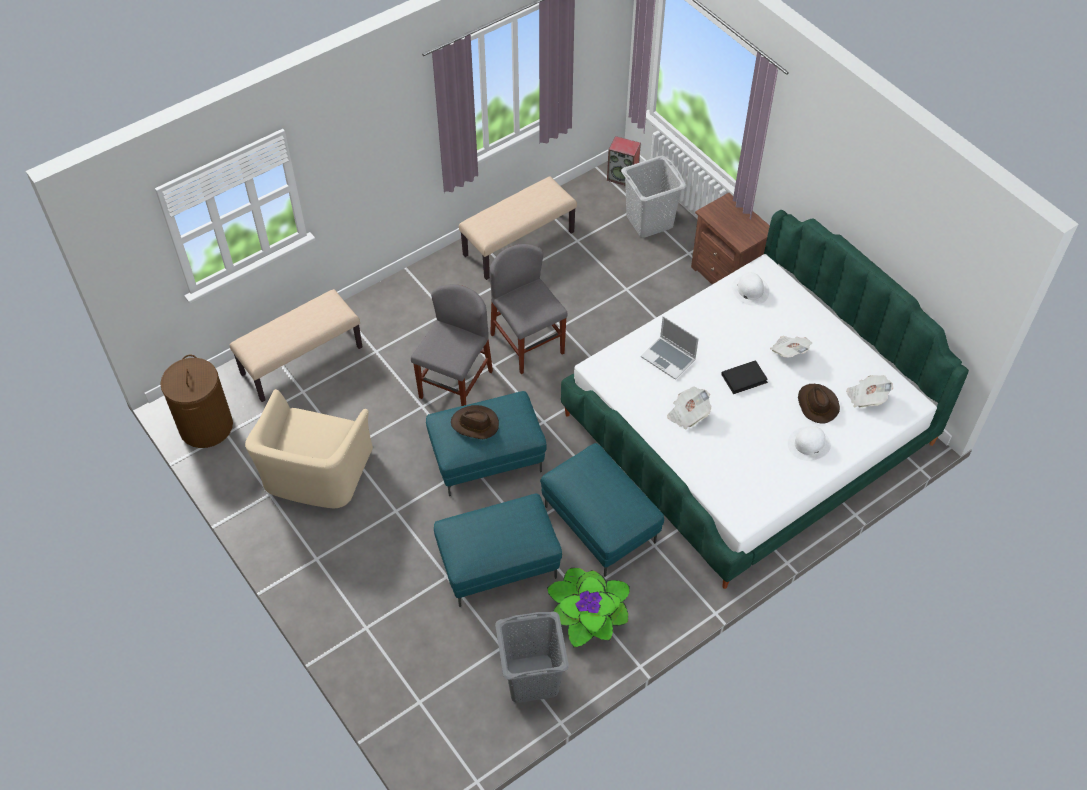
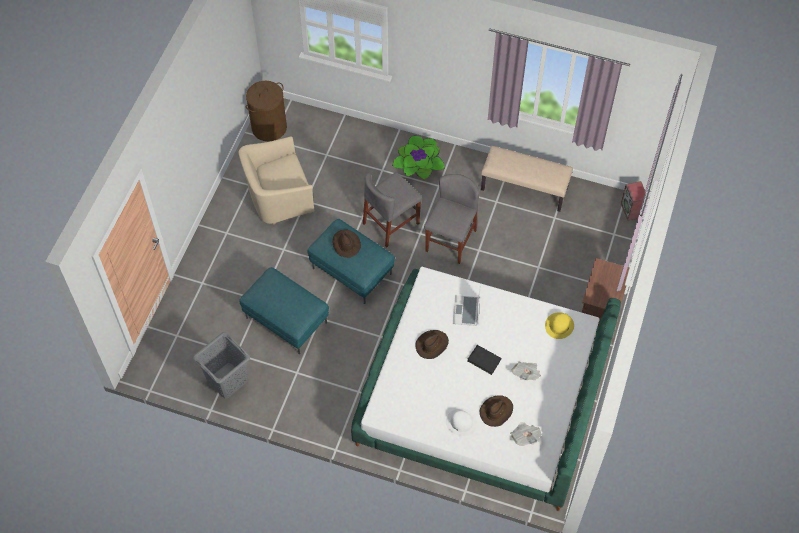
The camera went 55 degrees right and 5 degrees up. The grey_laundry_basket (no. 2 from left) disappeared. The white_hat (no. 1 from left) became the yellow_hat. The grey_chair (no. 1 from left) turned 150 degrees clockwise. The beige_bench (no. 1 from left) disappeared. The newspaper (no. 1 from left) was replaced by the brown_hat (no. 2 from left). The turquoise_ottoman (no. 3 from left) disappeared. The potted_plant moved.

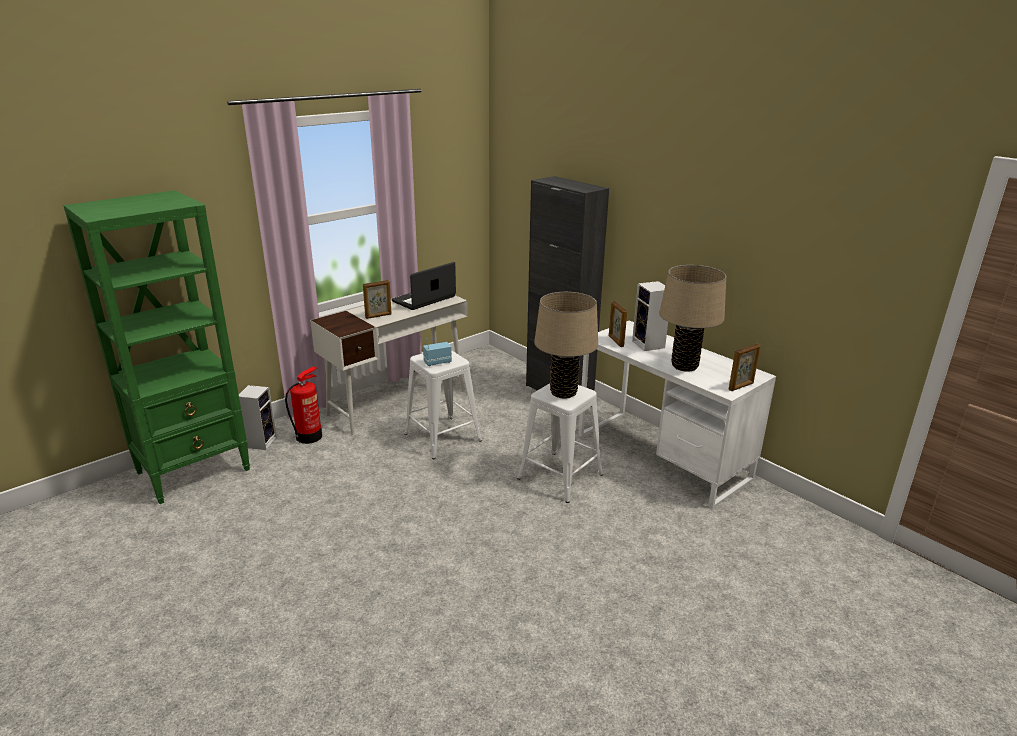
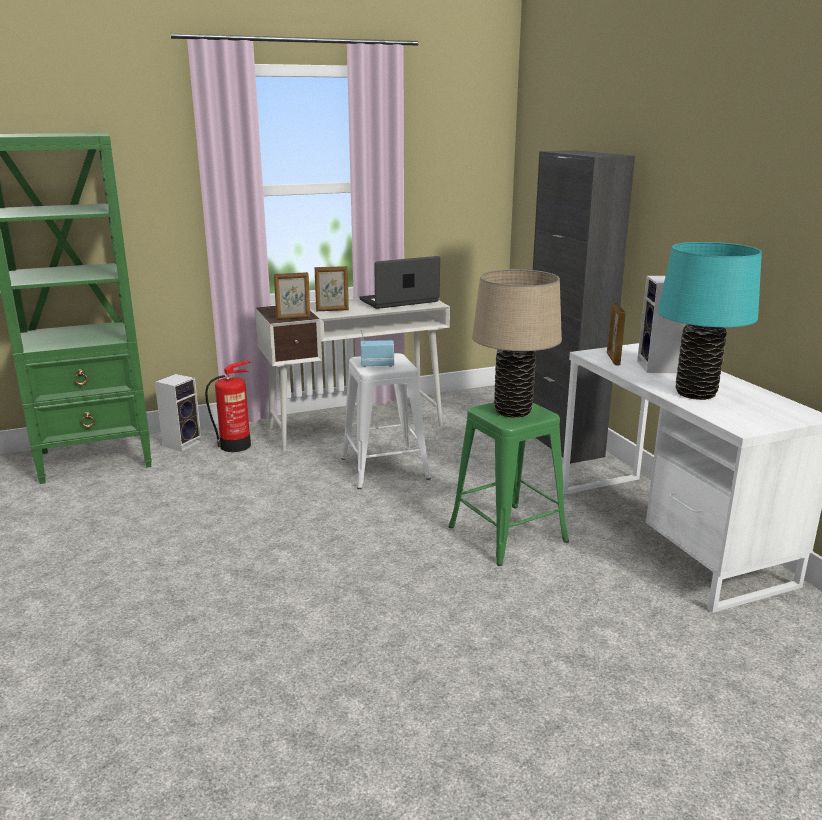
The camera went 20 degrees right and 5 degrees down. The beige_table_lamp (no. 2 from left) became the turquoise_table_lamp. The picture_frame (no. 3 from left in the first image) moved. The white_stool (no. 2 from left) became the green_stool.

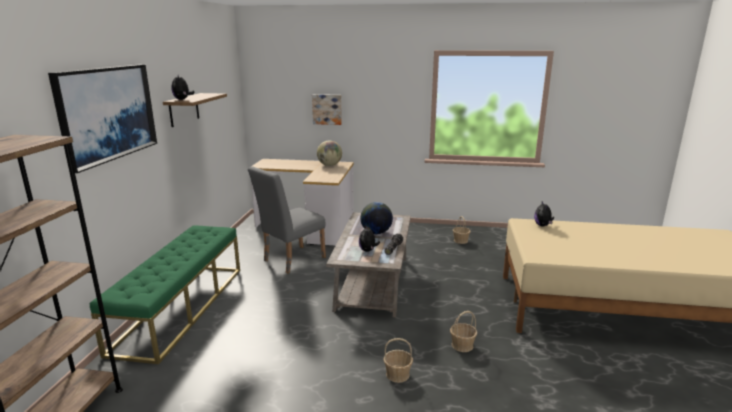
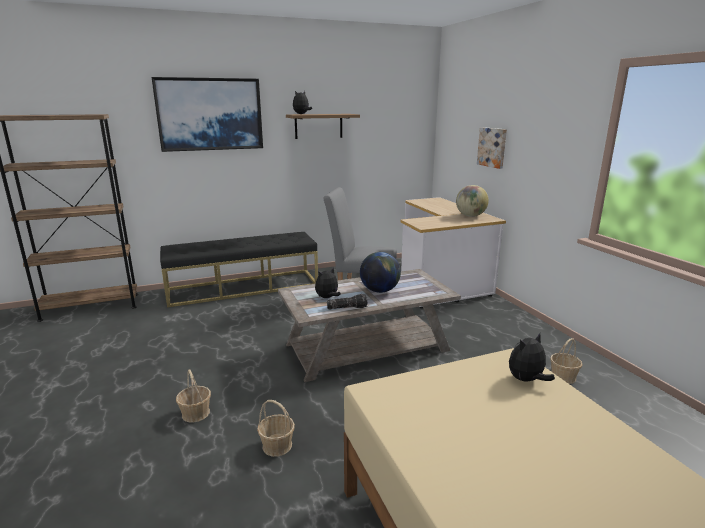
The camera went 60 degrees right and 0 degrees up. The green_bench became the black_bench.

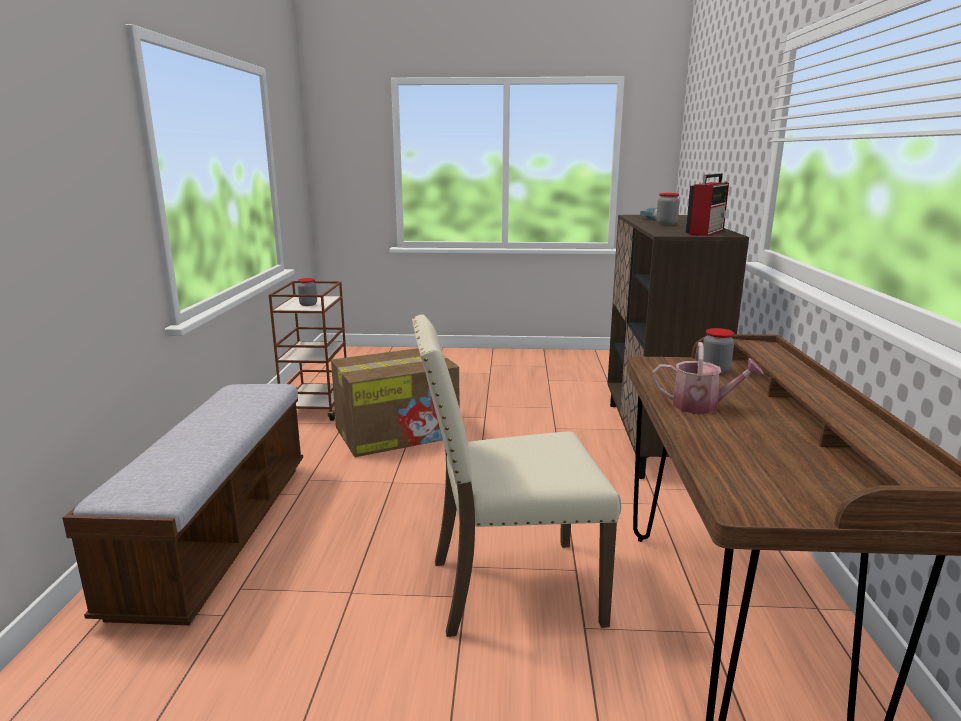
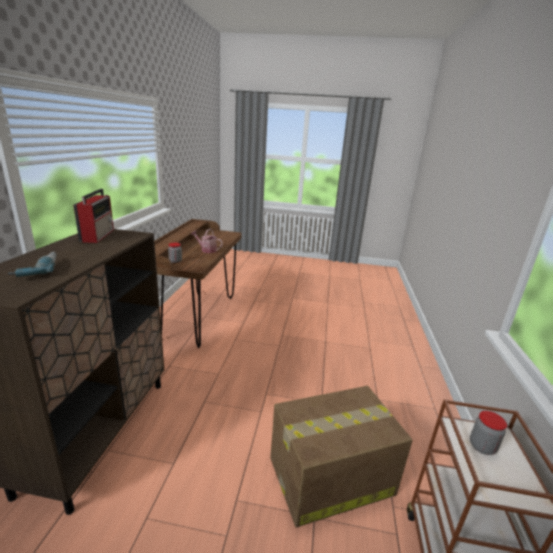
The camera went 175 degrees left and 5 degrees up. The radio turned 135 degrees clockwise. The jar (no. 2 from left) disappeared. The beige_chair disappeared. The bench disappeared.

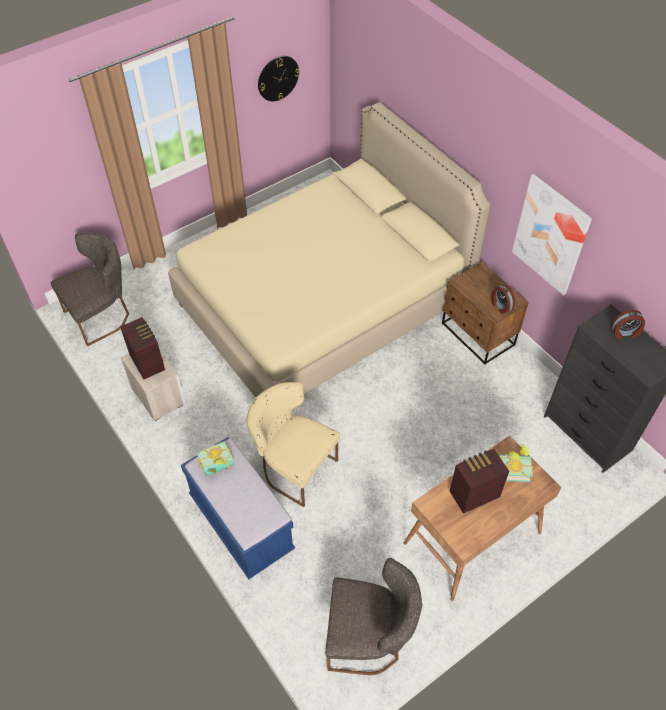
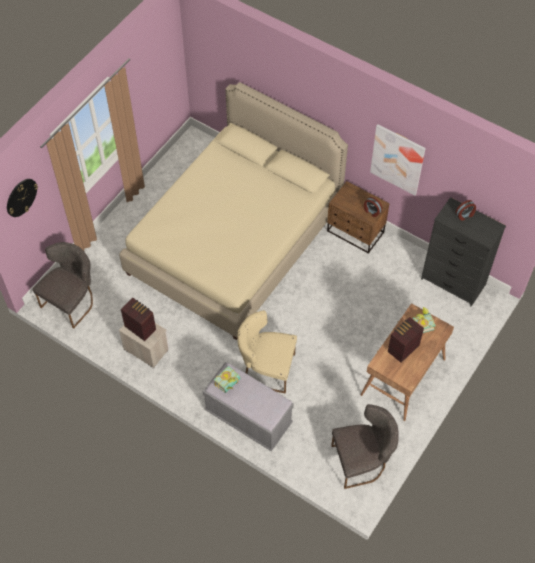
The camera went 20 degrees left and 5 degrees up. The wall_clock moved. The blue_bench became the grey_bench.

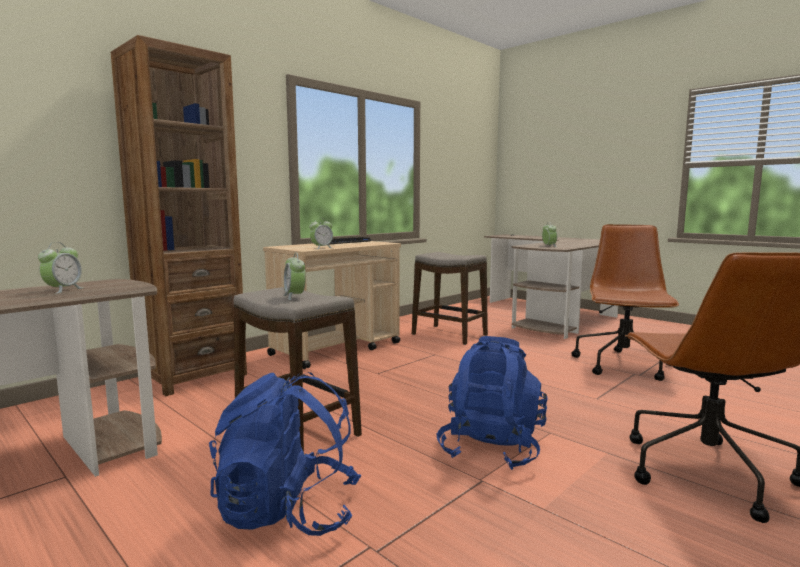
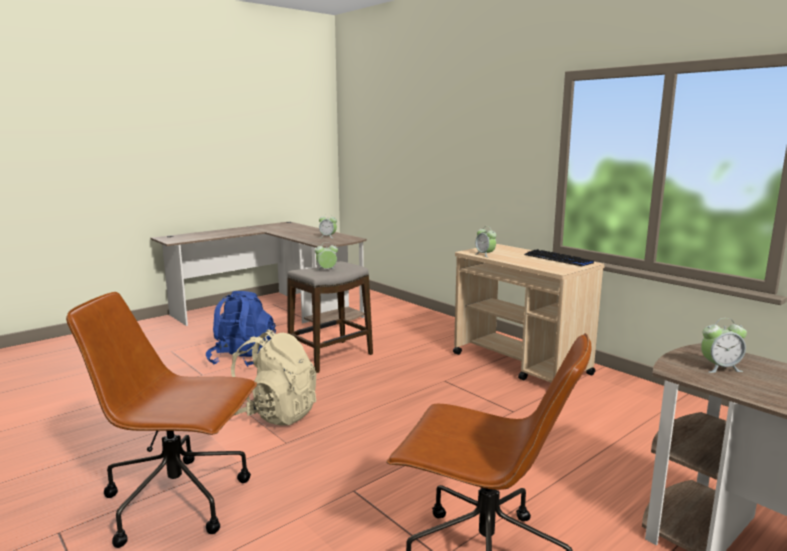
The camera went 95 degrees right and 5 degrees up. The brown_bookcase disappeared. The stool (no. 2 from left) disappeared. The blue_backpack (no. 2 from left) became the beige_backpack.

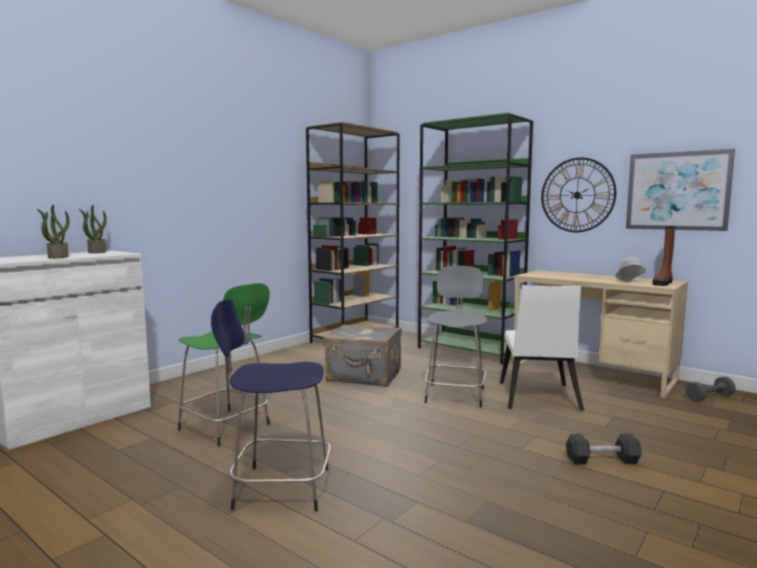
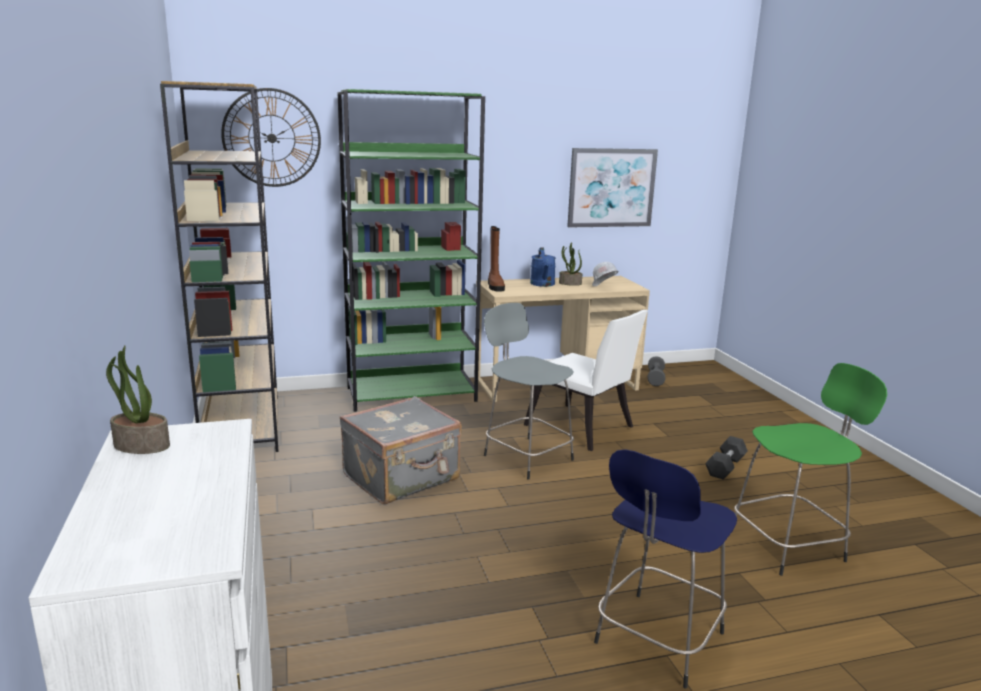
The camera went 55 degrees left and 10 degrees up. The wall_clock moved. The potted_plant (no. 1 from left in the first image) moved. The brown_boot moved. The green_stool moved. The blue_watering_can appeared.

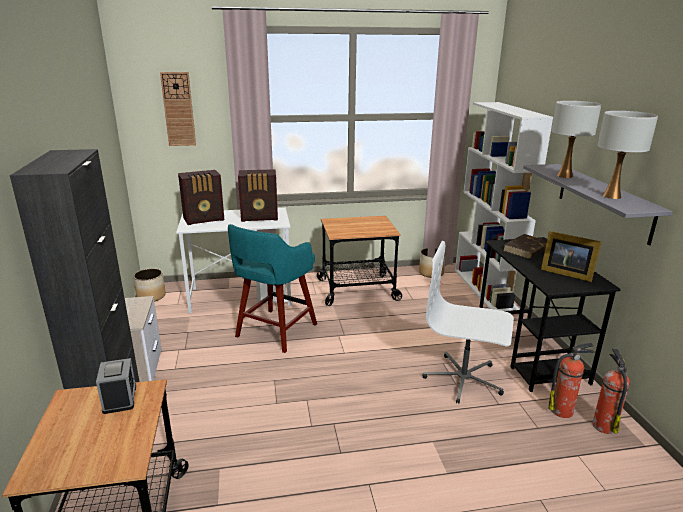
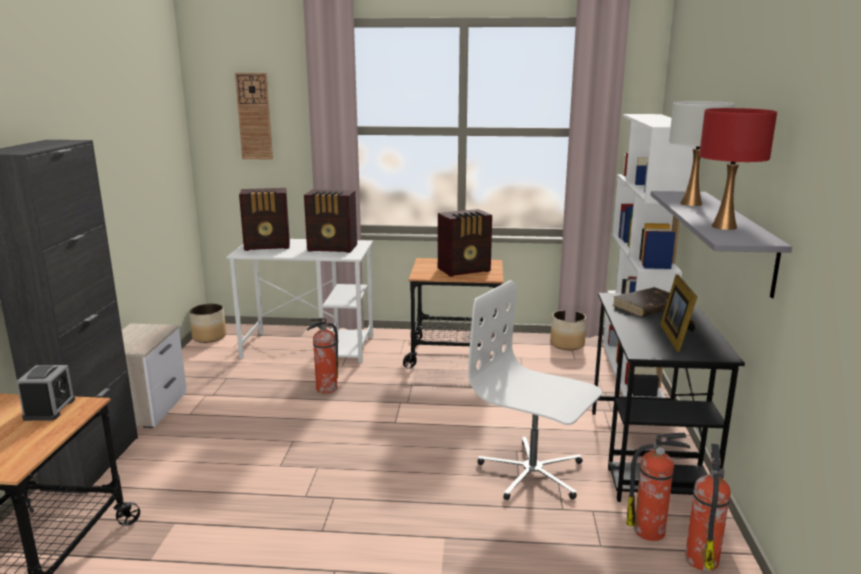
The camera went 15 degrees right and 5 degrees down. The white_table_lamp (no. 2 from left) became the red_table_lamp. The turquoise_stool was replaced by the fire_extinguisher (no. 1 from left). The picture_frame turned 45 degrees clockwise. The radio (no. 3 from left) appeared.

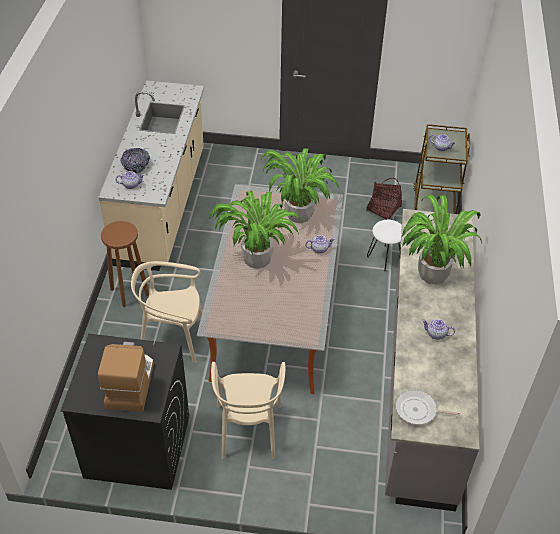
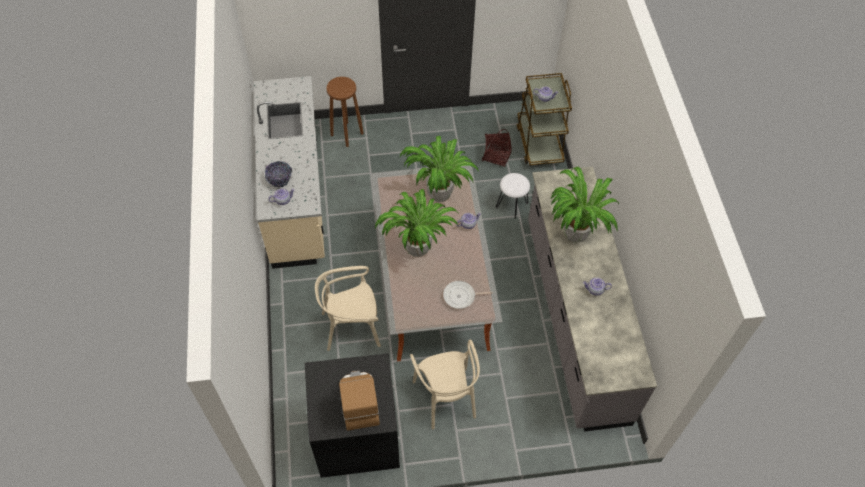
The camera went 15 degrees left and 10 degrees up. The brown_stool moved. The frying_pan moved.

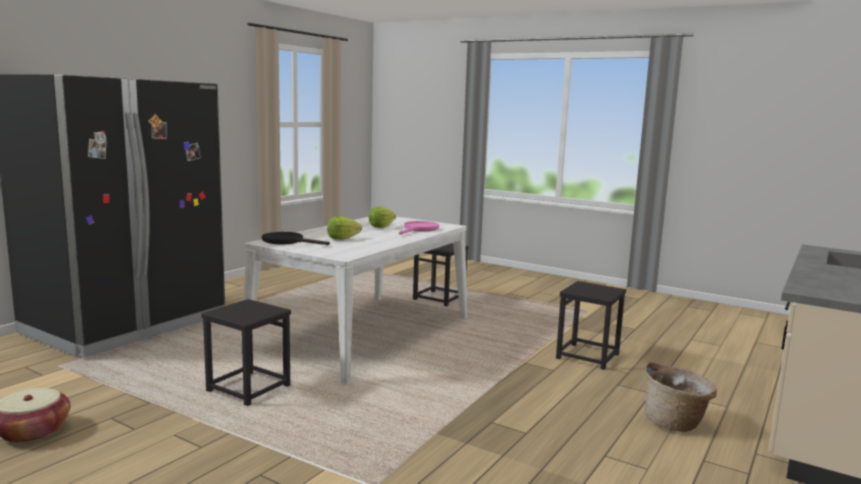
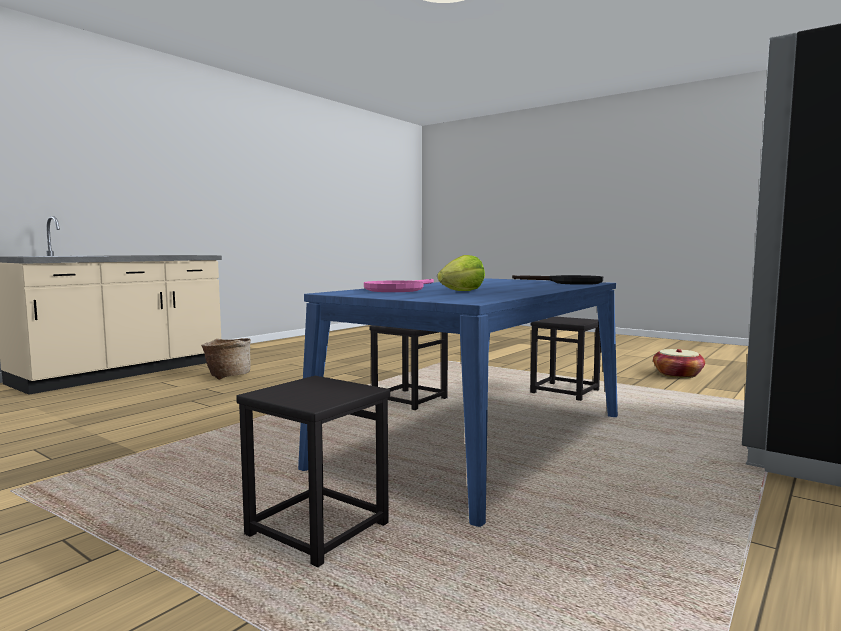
The camera went 175 degrees left and 5 degrees down. The lettuce (no. 1 from left) disappeared. The white_dining_table became the blue_dining_table. The black_stool (no. 3 from left in the first image) moved.

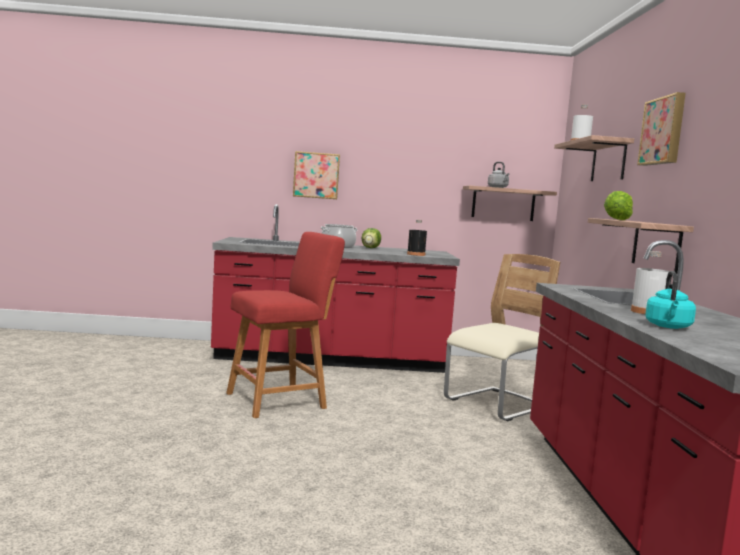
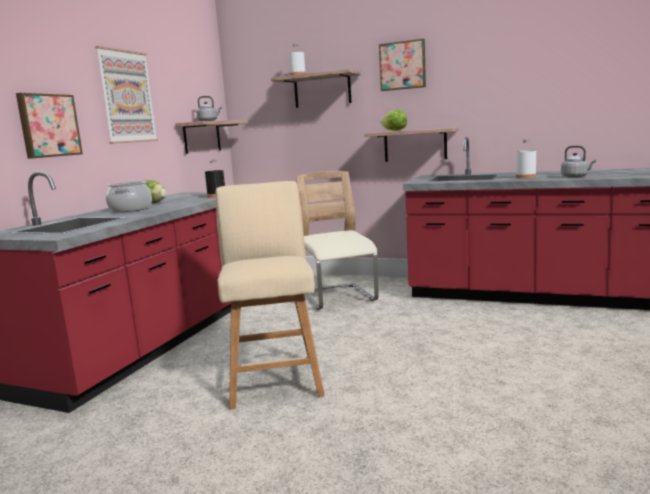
The camera went 65 degrees left and 5 degrees up. The red_stool became the beige_stool. The turquoise_kettle became the grey_kettle (no. 2 from left). The picture (no. 2 from left) appeared.

